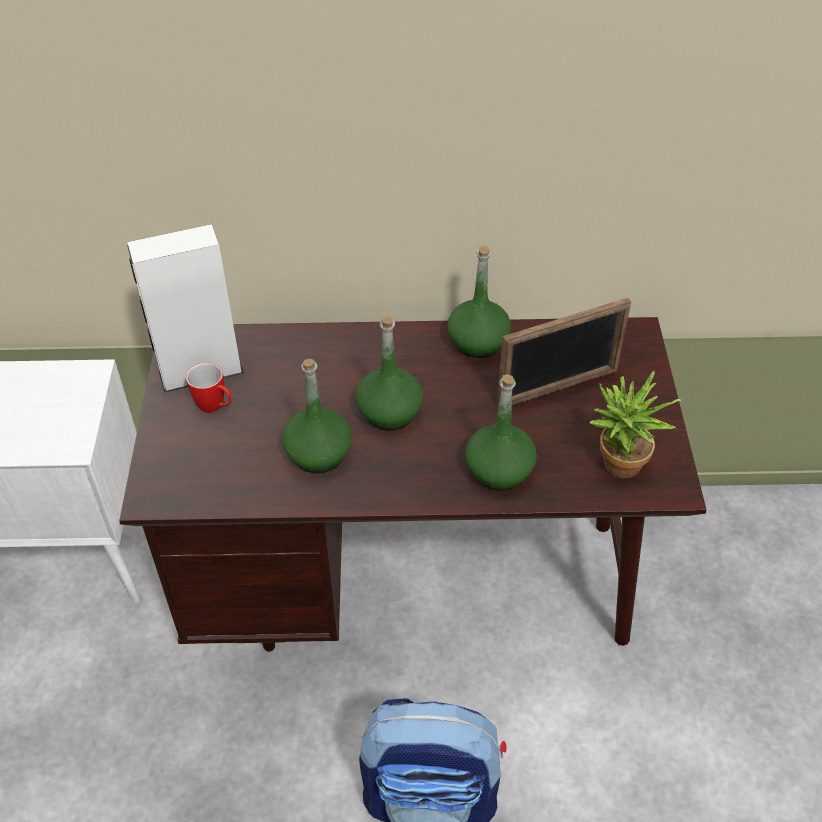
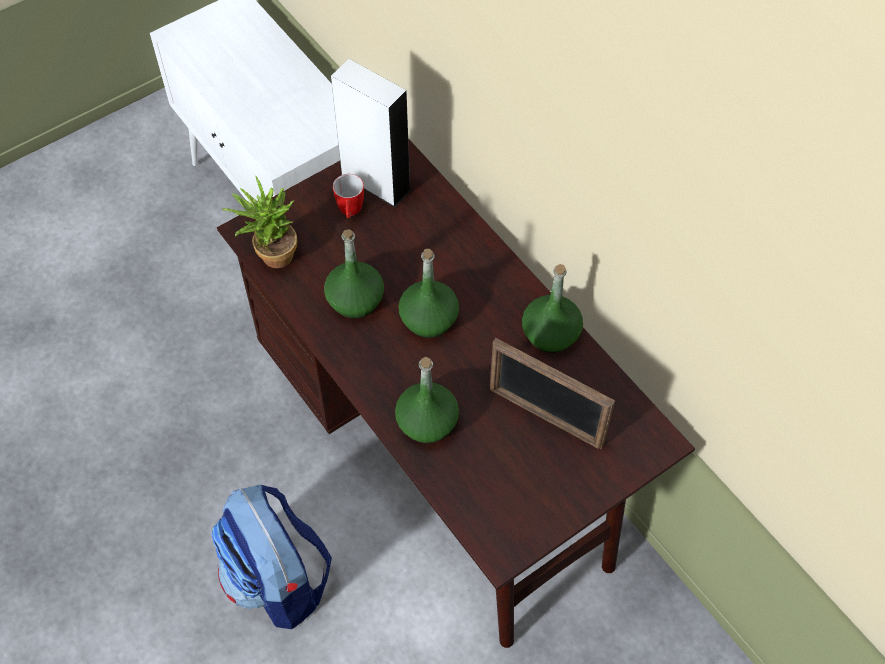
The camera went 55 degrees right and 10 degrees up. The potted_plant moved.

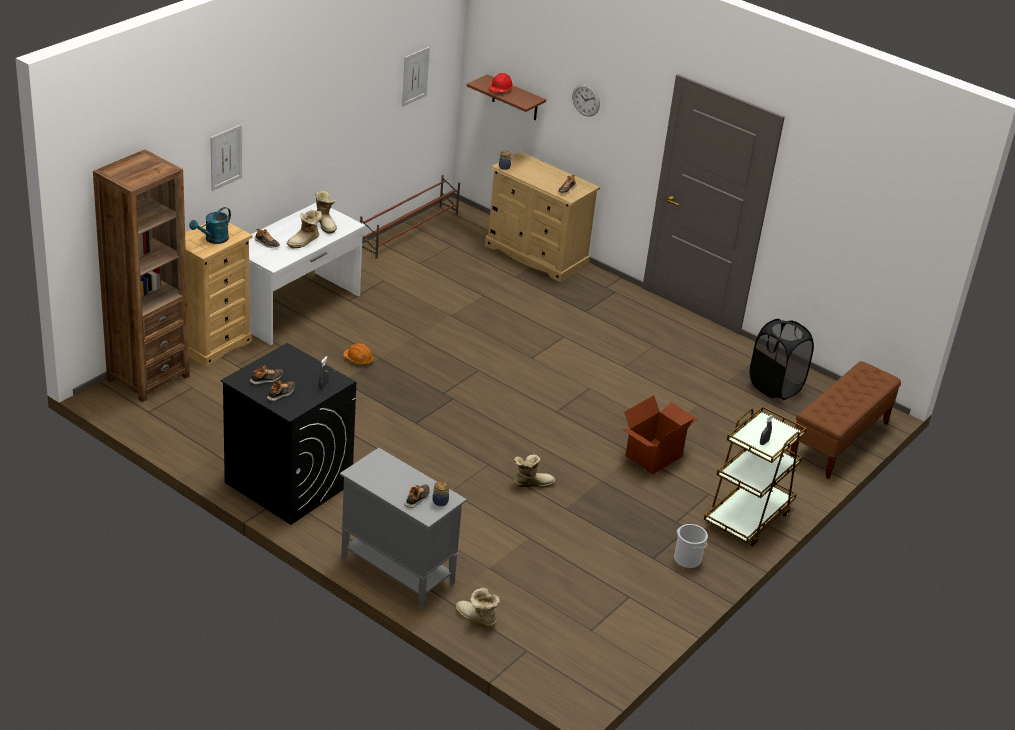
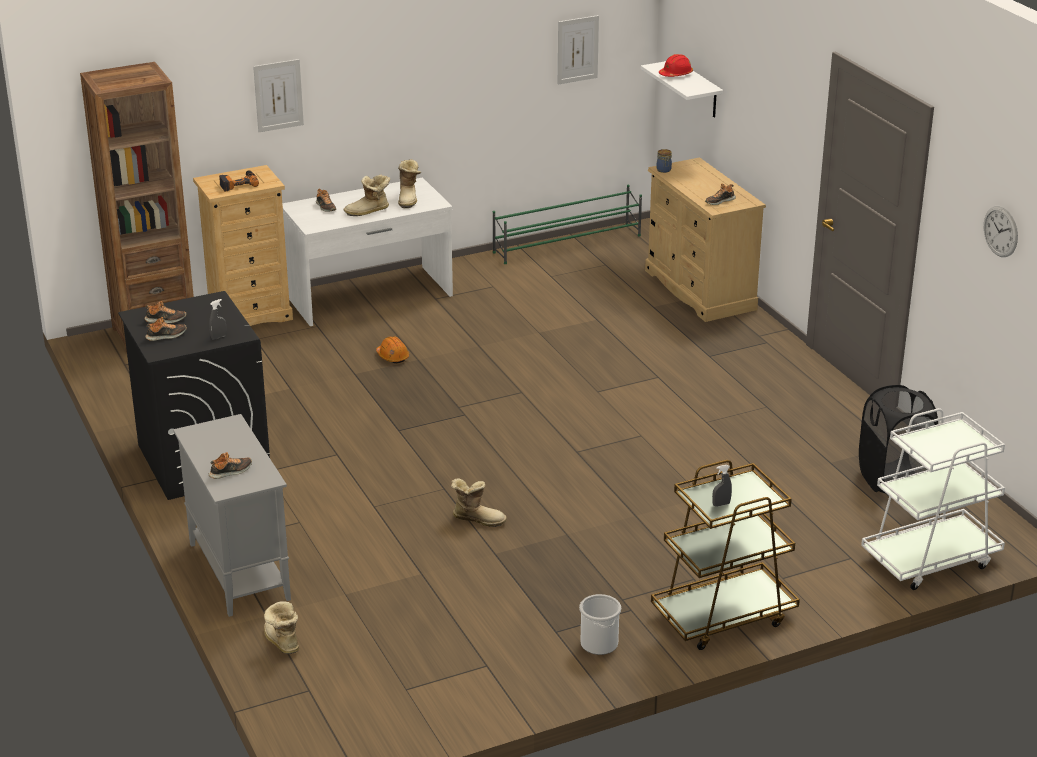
The camera went 30 degrees right and 5 degrees down. The brown_shelf became the white_shelf. The wall_clock moved. The brown_shoe_rack became the green_shoe_rack. The turquoise_watering_can was replaced by the power_drill. The brown_bench was replaced by the white_cart. The cardboard_box disappeared. The jar (no. 1 from left) disappeared.

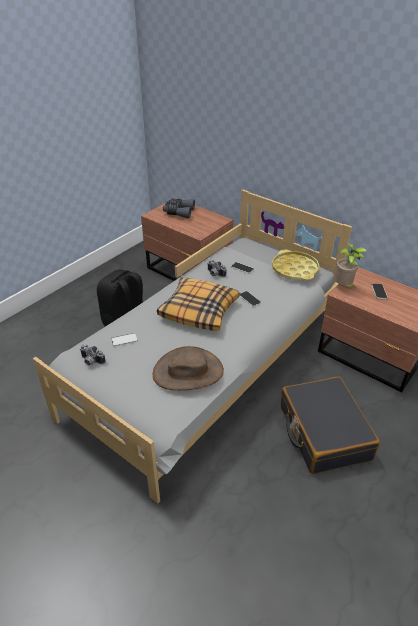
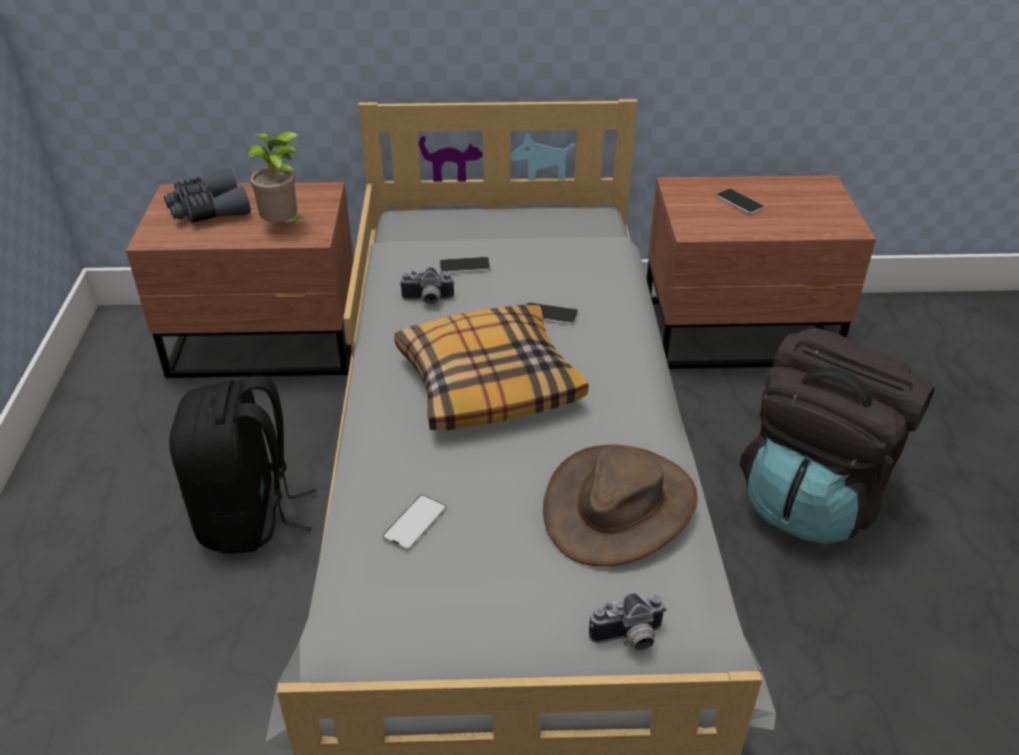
The camera went 40 degrees left and 0 degrees up. The potted_plant moved. The yellow_tray disappeared. The photo_camera (no. 1 from left in the first image) moved. The black_suitcase was replaced by the black_backpack (no. 2 from left).

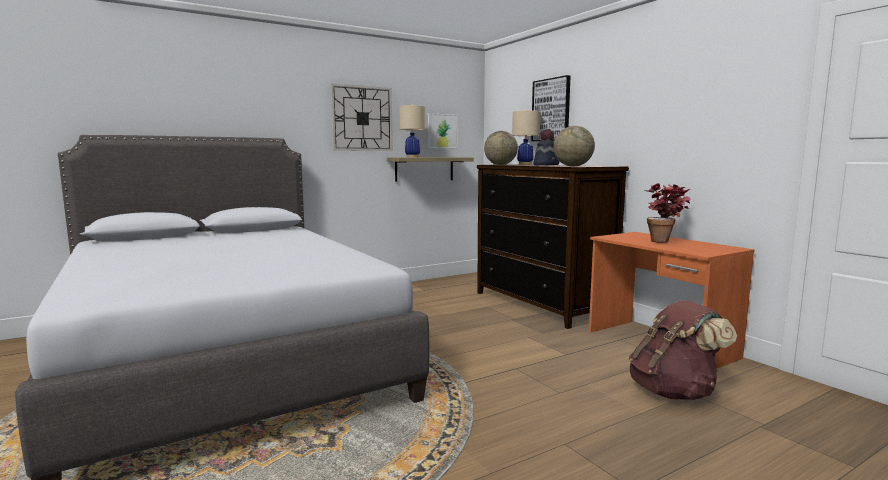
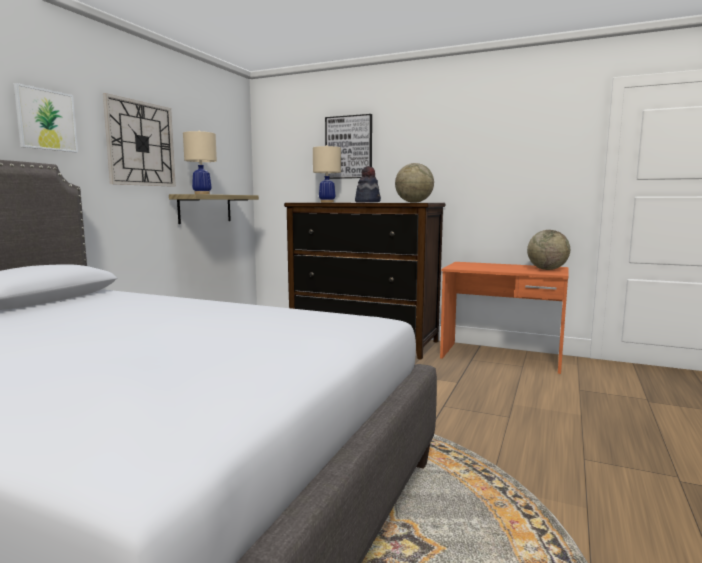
The camera went 35 degrees left and 0 degrees up. The picture (no. 1 from left) moved. The globe (no. 1 from left in the first image) moved. The potted_plant disappeared. The brown_backpack disappeared.

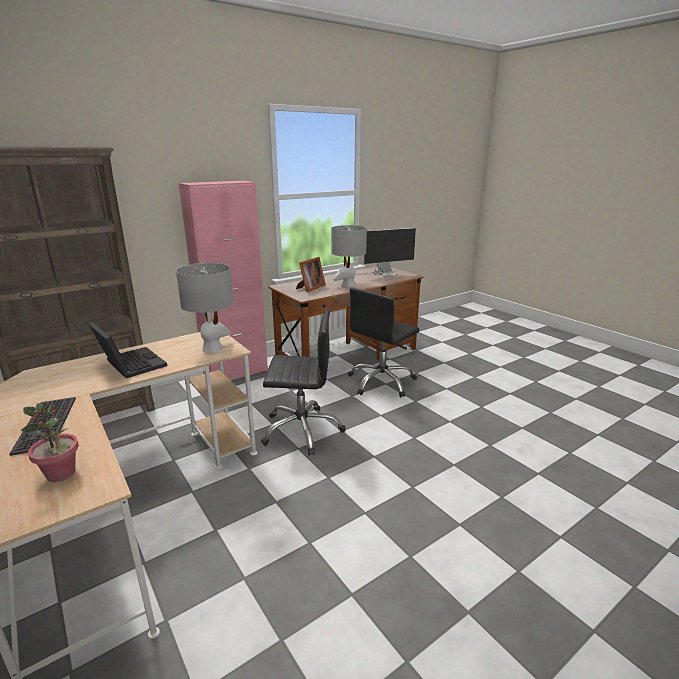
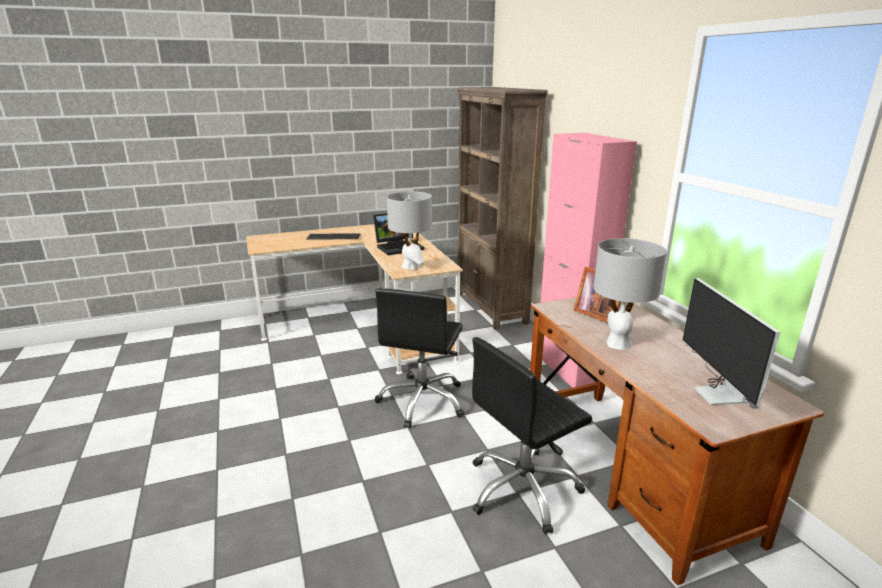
The camera went 105 degrees right and 0 degrees up. The black_office_chair (no. 2 from left) turned 90 degrees counterclockwise. The potted_plant disappeared.

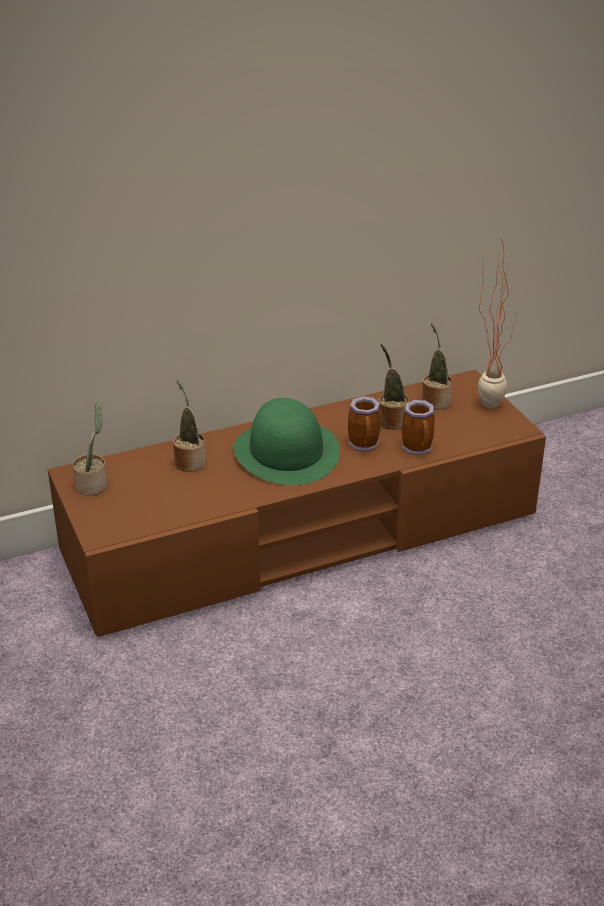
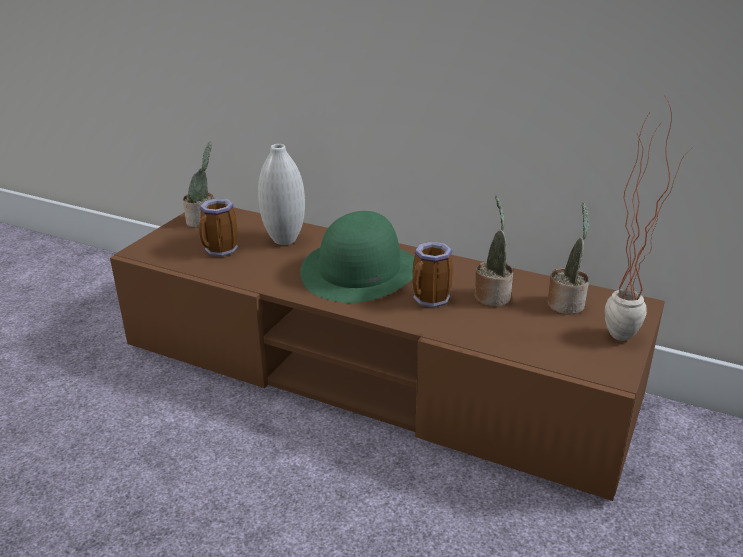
The camera went 50 degrees right and 5 degrees down. The potted_plant (no. 2 from left) was replaced by the white_vase. The mug (no. 2 from left in the first image) moved.

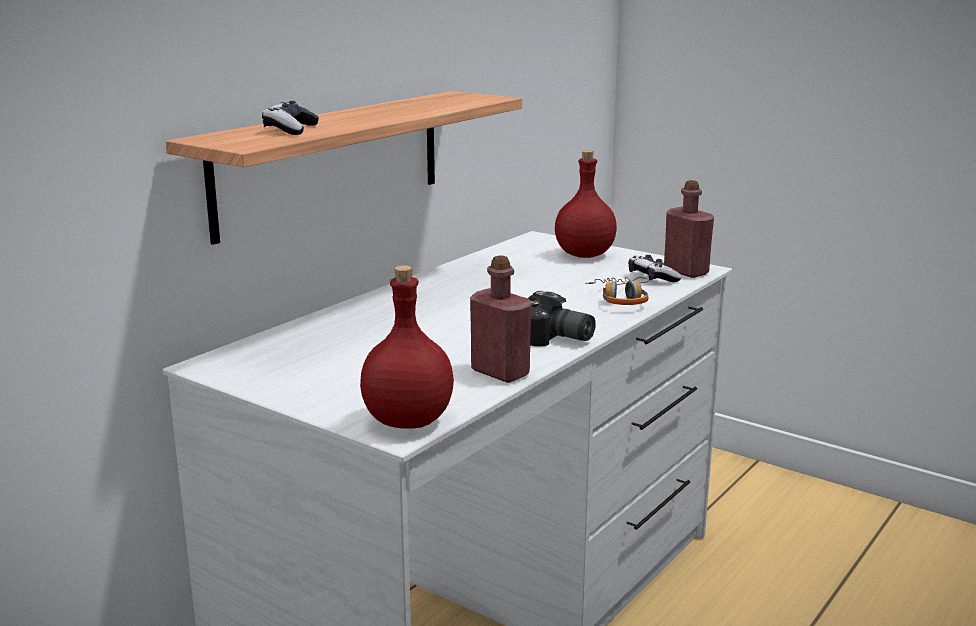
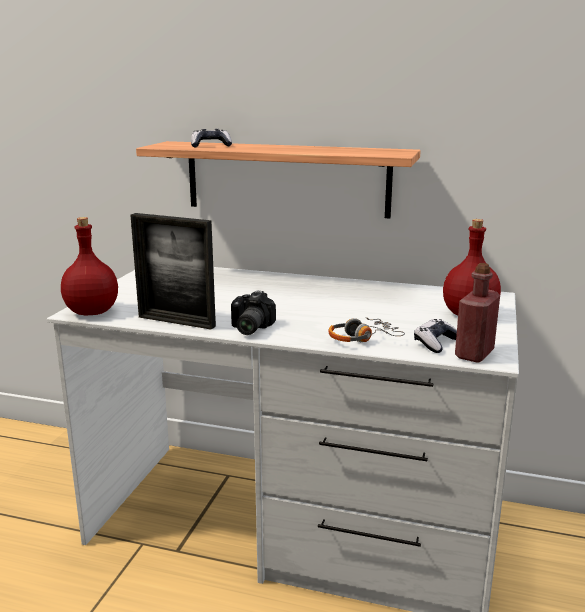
The camera went 70 degrees right and 0 degrees up. The red_bottle (no. 2 from left) was replaced by the picture_frame.

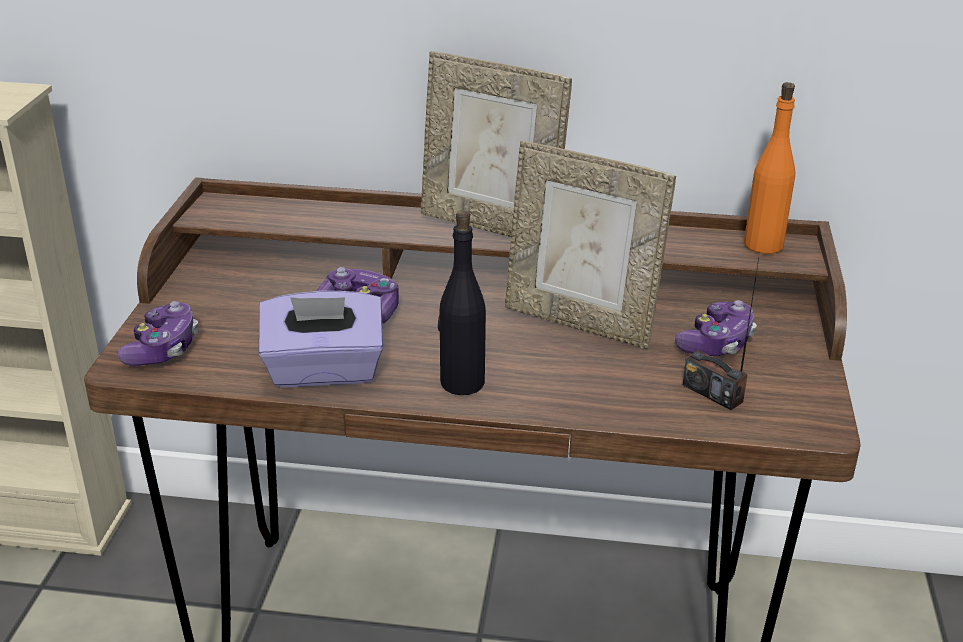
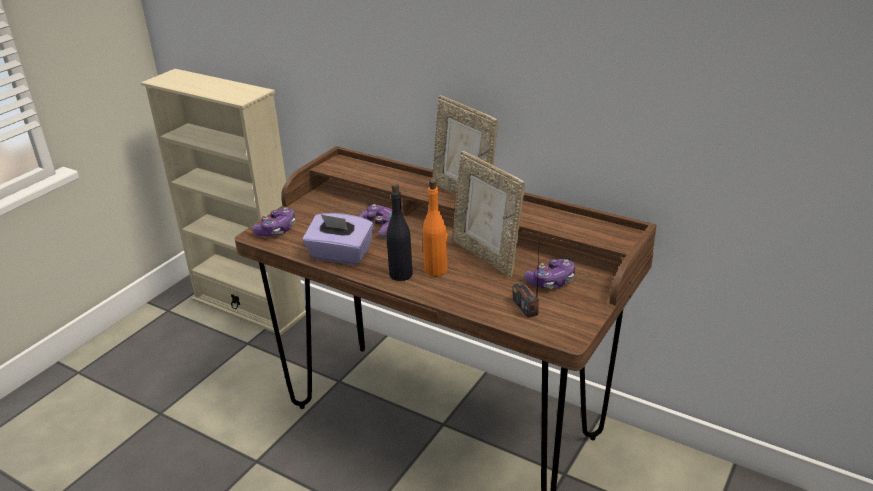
The camera went 25 degrees right and 0 degrees up. The orange_bottle moved.

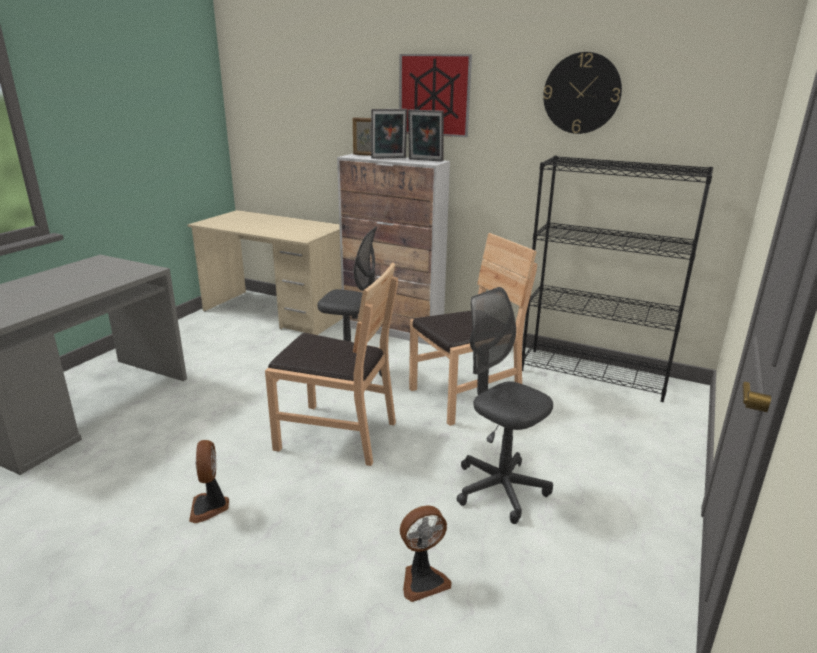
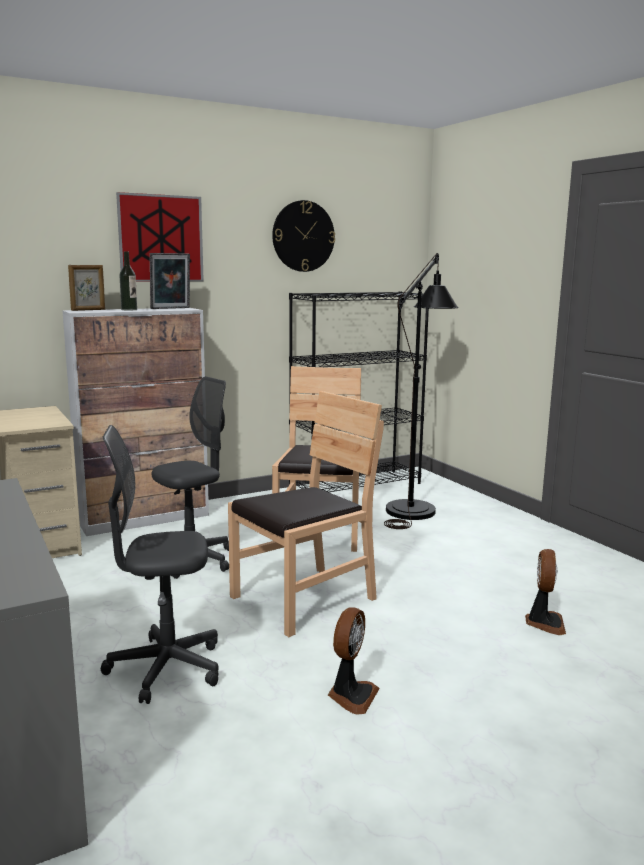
The camera went 55 degrees left and 10 degrees down. The picture_frame (no. 2 from left) was replaced by the bottle. The grey_office_chair (no. 2 from left in the first image) moved. The fan (no. 1 from left) turned 90 degrees counterclockwise. The black_floor_lamp appeared.

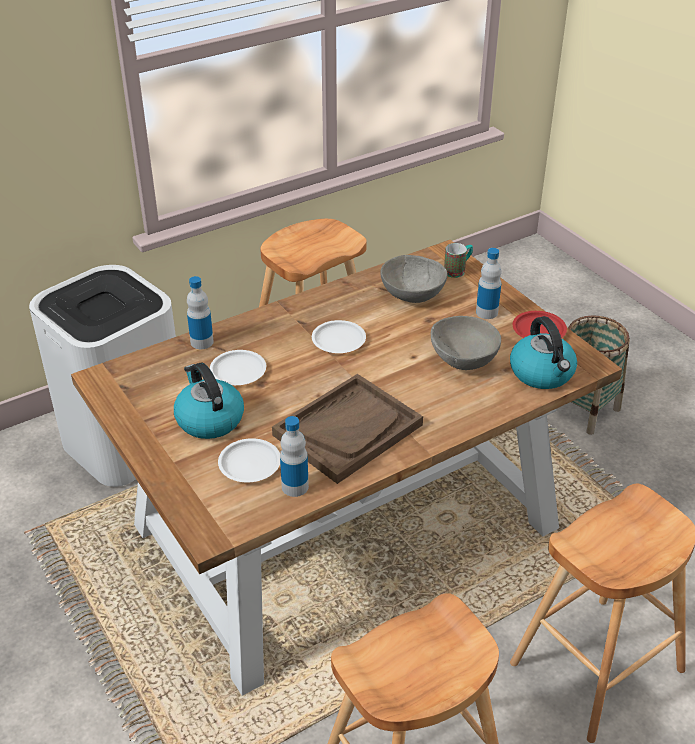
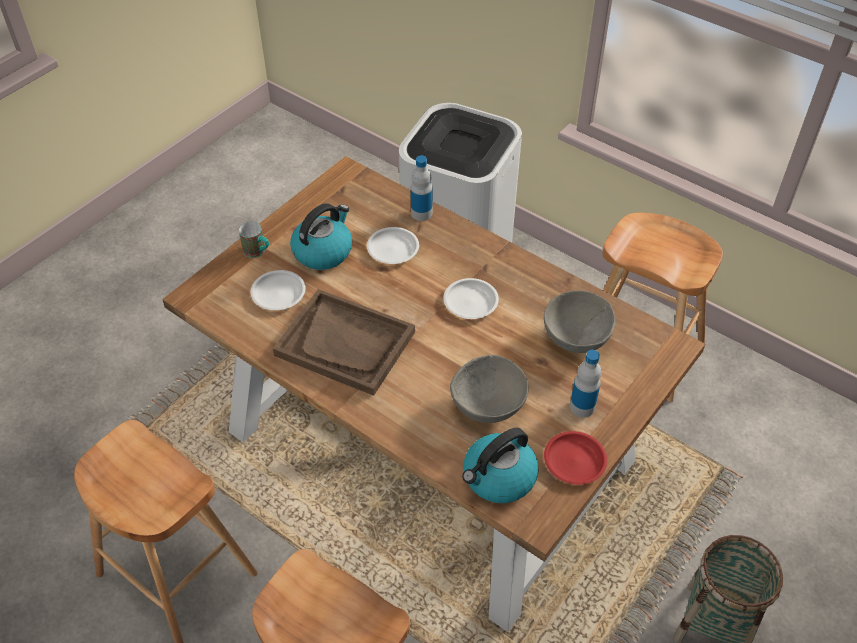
The camera went 70 degrees right and 10 degrees up. The mug moved. The bottle (no. 2 from left) disappeared.

